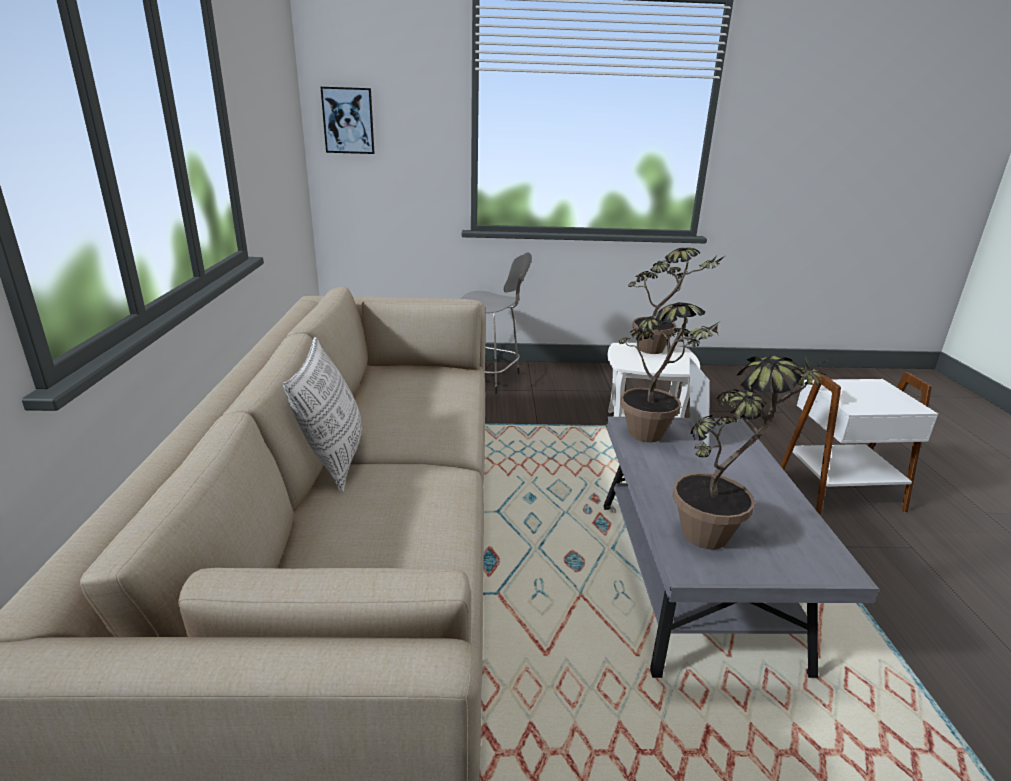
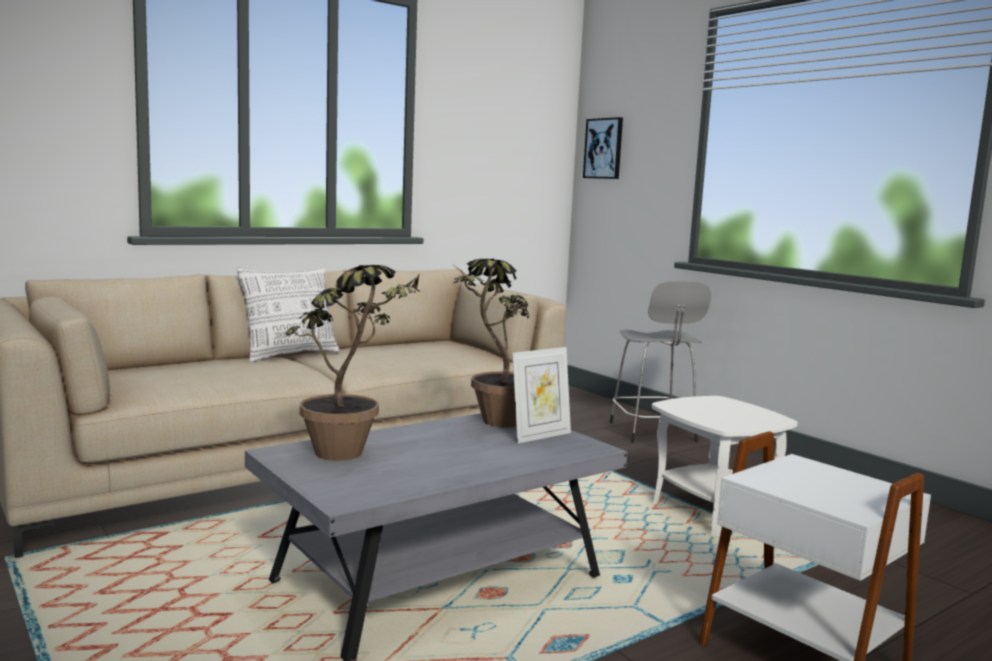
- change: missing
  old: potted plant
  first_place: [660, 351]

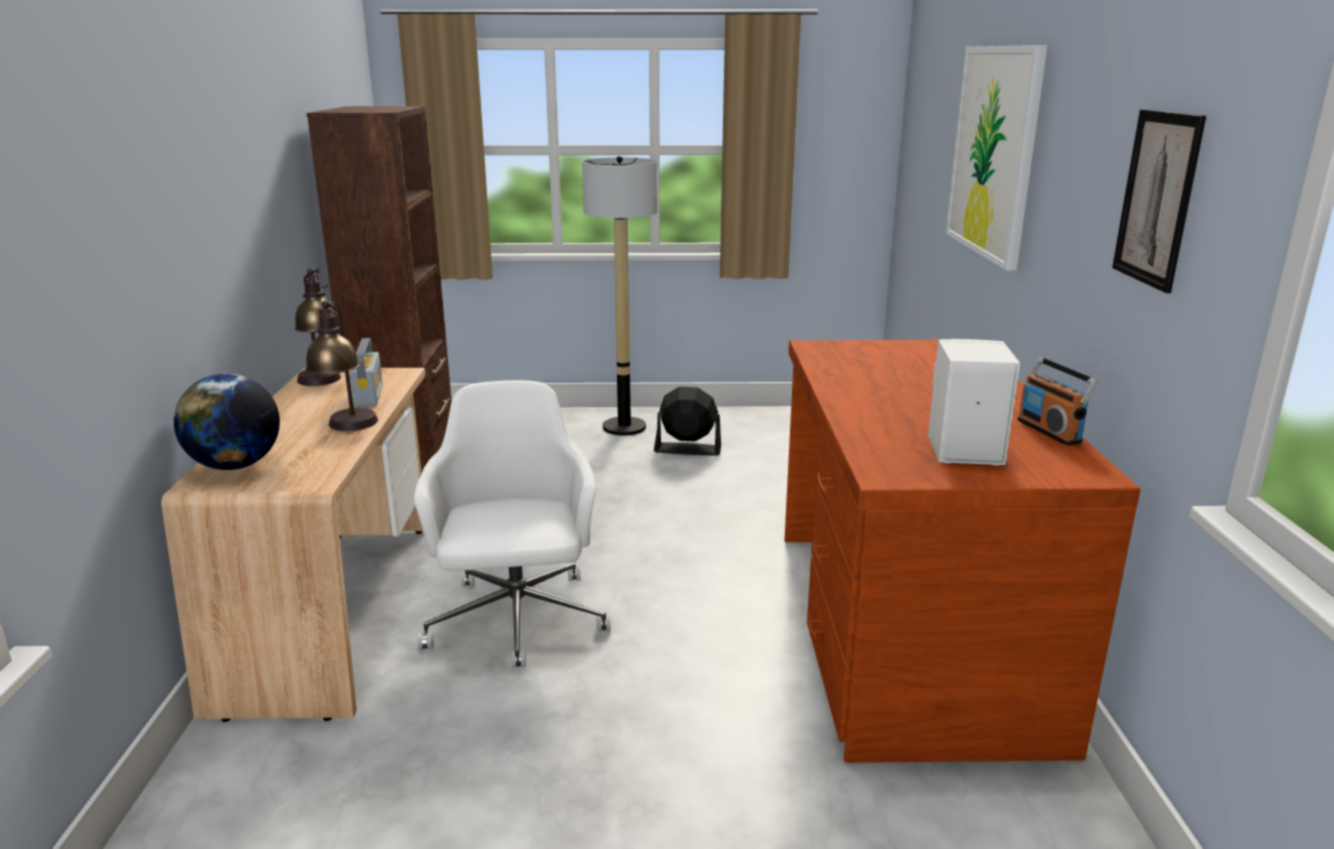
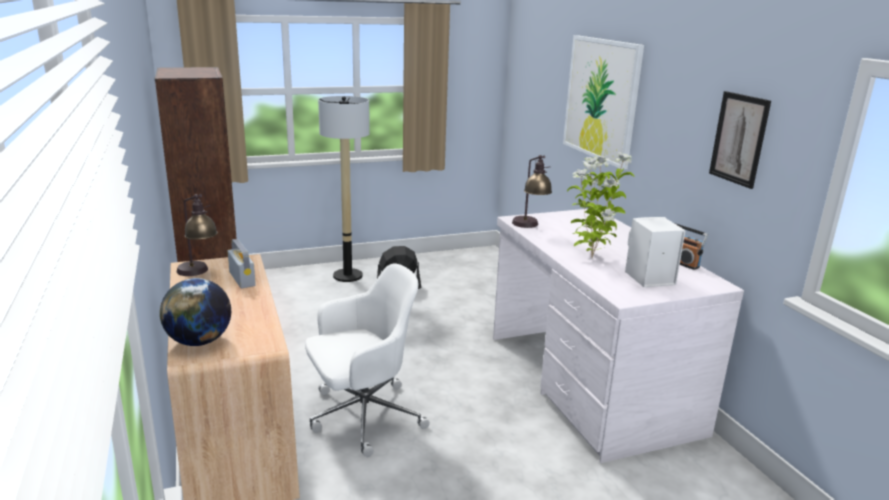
- change: relocated
  old: lamp for a table
  first_place: [348, 429]
  second_place: [530, 226]
- change: spun
  old: white desk chair
  first_place: [517, 621]
  second_place: [363, 416]
  degrees: 90
- change: colour
  old: brown-coloured desk table
  new: white desk table
  first_place: [904, 631]
  second_place: [588, 383]
- change: appeared
  new: potted plant
  second_place: [591, 257]

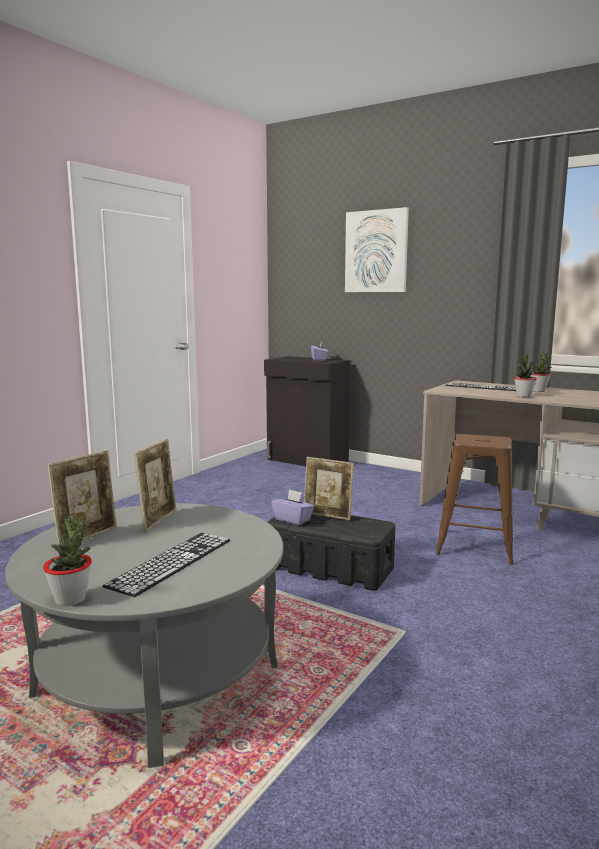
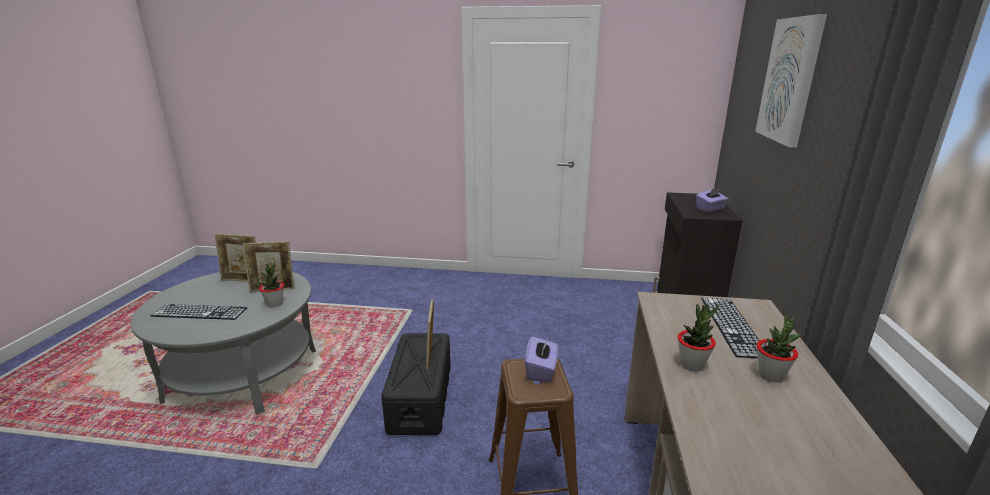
- change: relocated
  old: potted plant
  first_place: [71, 599]
  second_place: [275, 304]
- change: relocated
  old: purple box of tissues
  first_place: [292, 519]
  second_place: [541, 370]

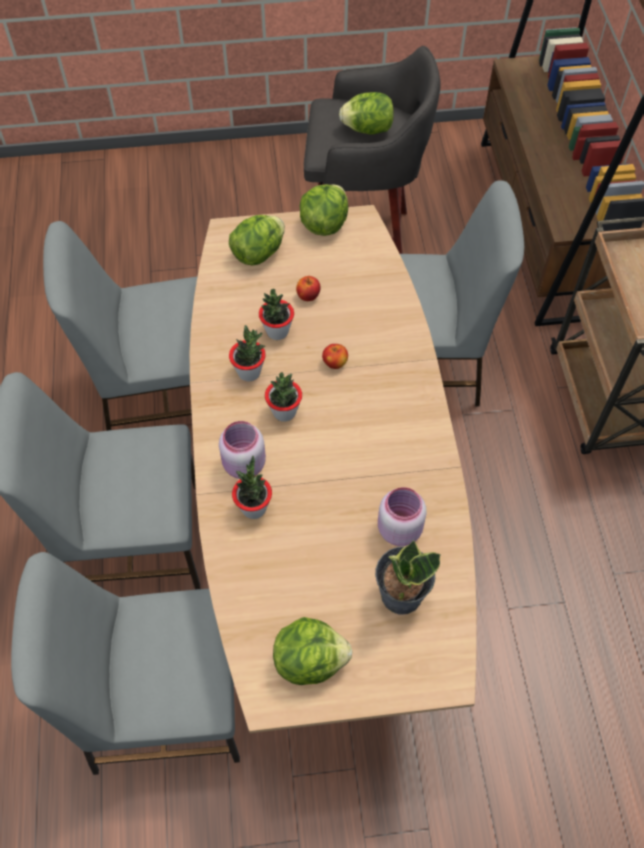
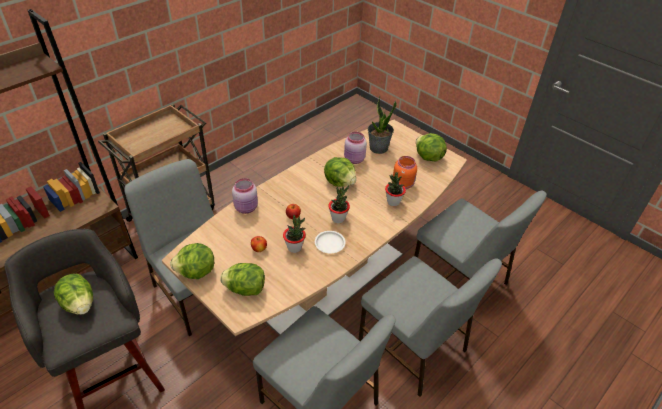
- change: relocated
  old: pink-coloured preserve jar
  first_place: [243, 465]
  second_place: [247, 208]
- change: exchanged
  old: potted plant
  new: white flat dish
  first_place: [249, 372]
  second_place: [329, 243]
- change: appeared
  new: lettuce
  second_place: [340, 182]
- change: appeared
  new: orange-coloured preserve jar
  second_place: [403, 184]

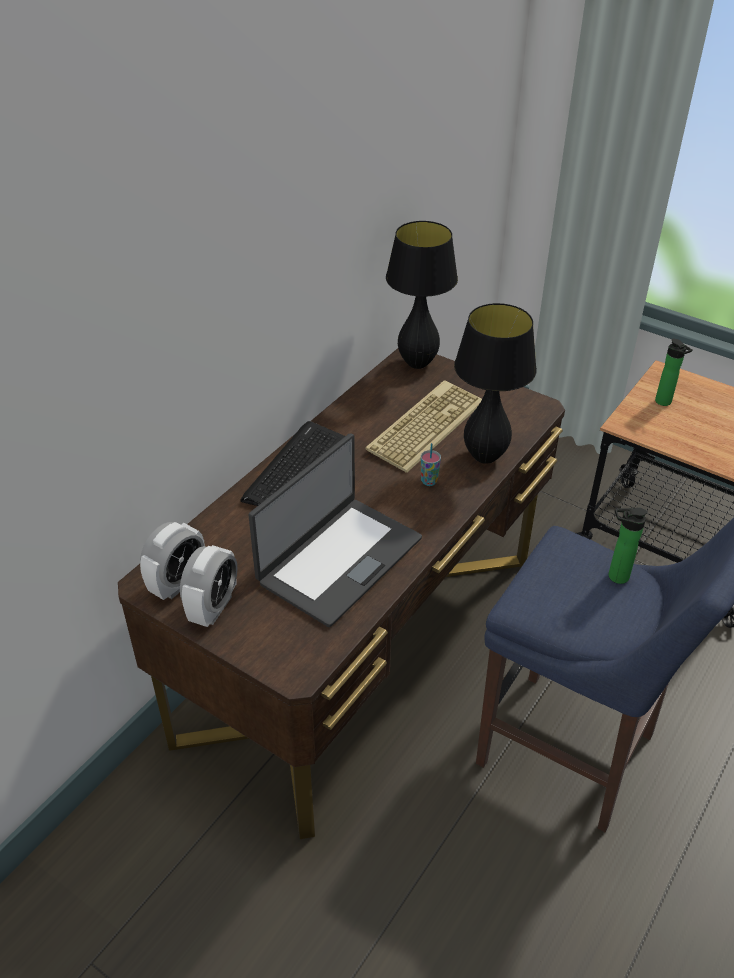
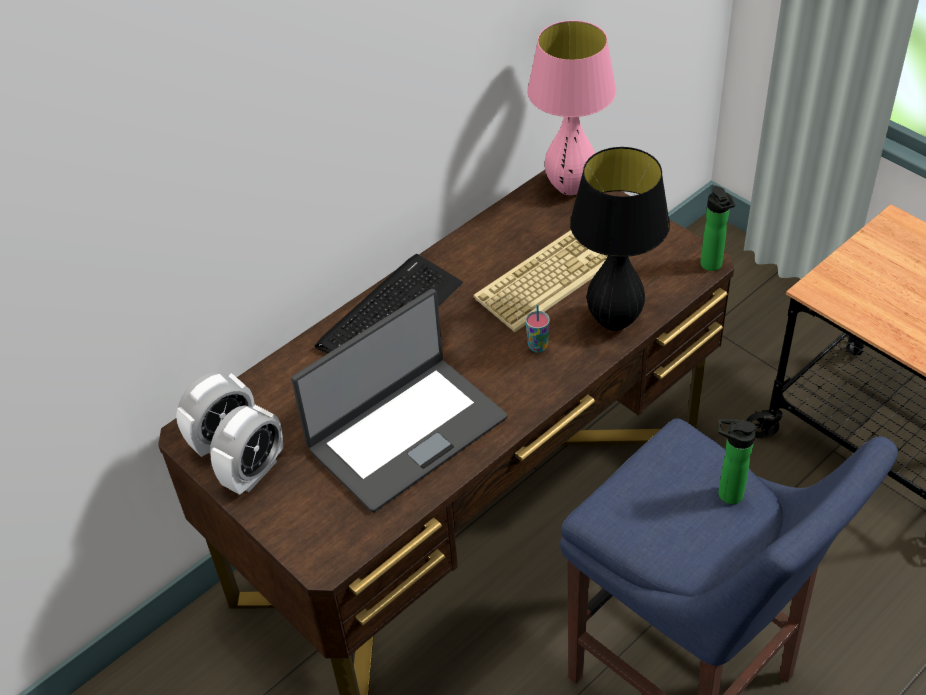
- change: colour
  old: blackish lamp for a table
  new: pink-coloured lamp for a table
  first_place: [417, 363]
  second_place: [570, 187]
- change: relocated
  old: drink bottle
  first_place: [665, 402]
  second_place: [712, 266]

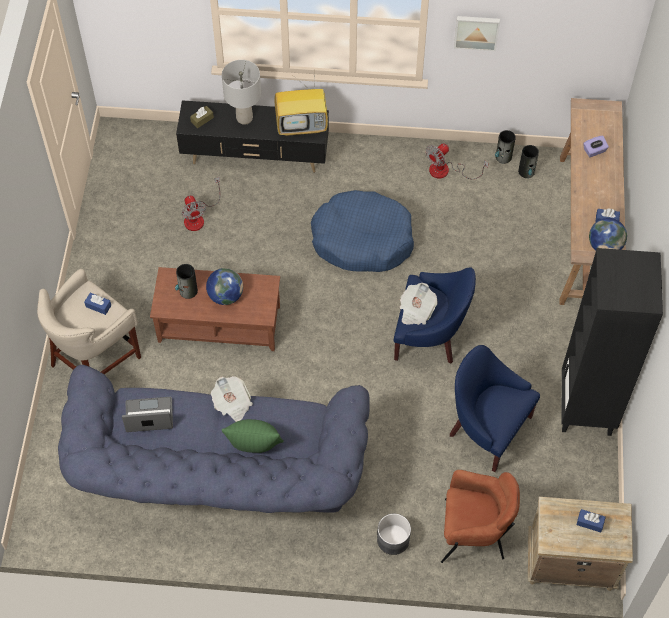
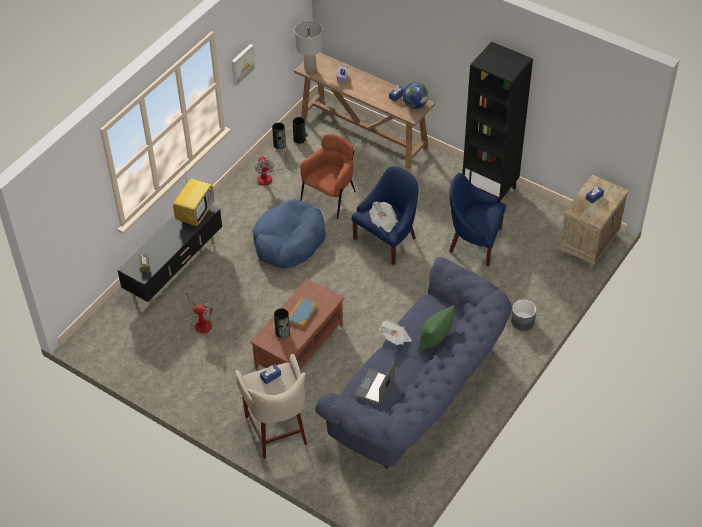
- change: exchanged
  old: world globe
  new: book
  first_place: [225, 296]
  second_place: [302, 313]
- change: relocated
  old: gray lamp for a table
  first_place: [244, 118]
  second_place: [310, 68]
- change: relocated
  old: brown-coloured lounge chair
  first_place: [473, 533]
  second_place: [330, 197]
- change: spun
  old: blue-coloured lounge chair
  first_place: [487, 428]
  second_place: [474, 241]
  degrees: 45

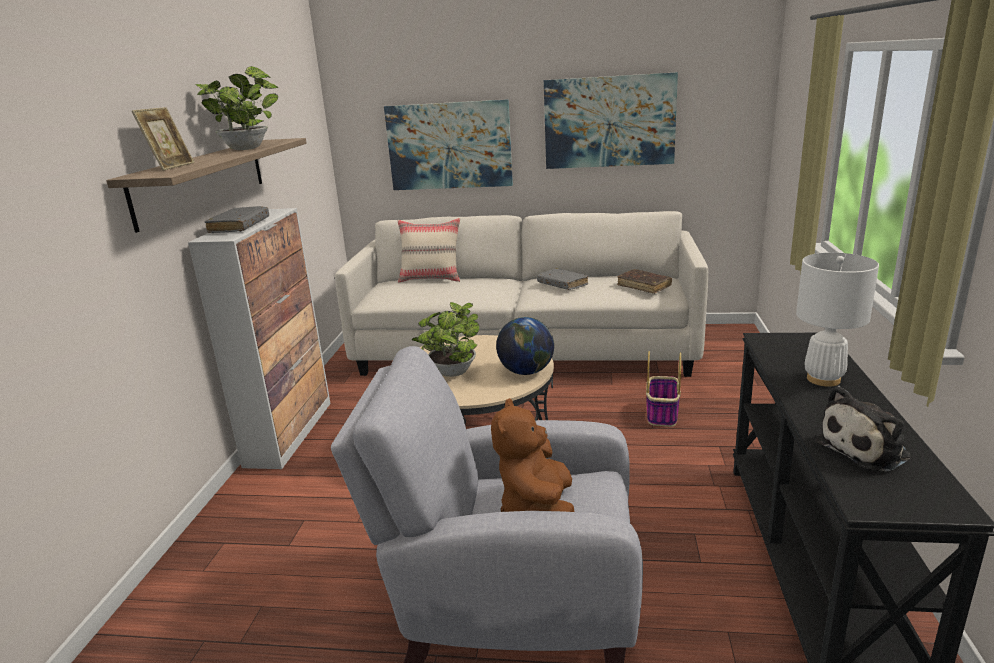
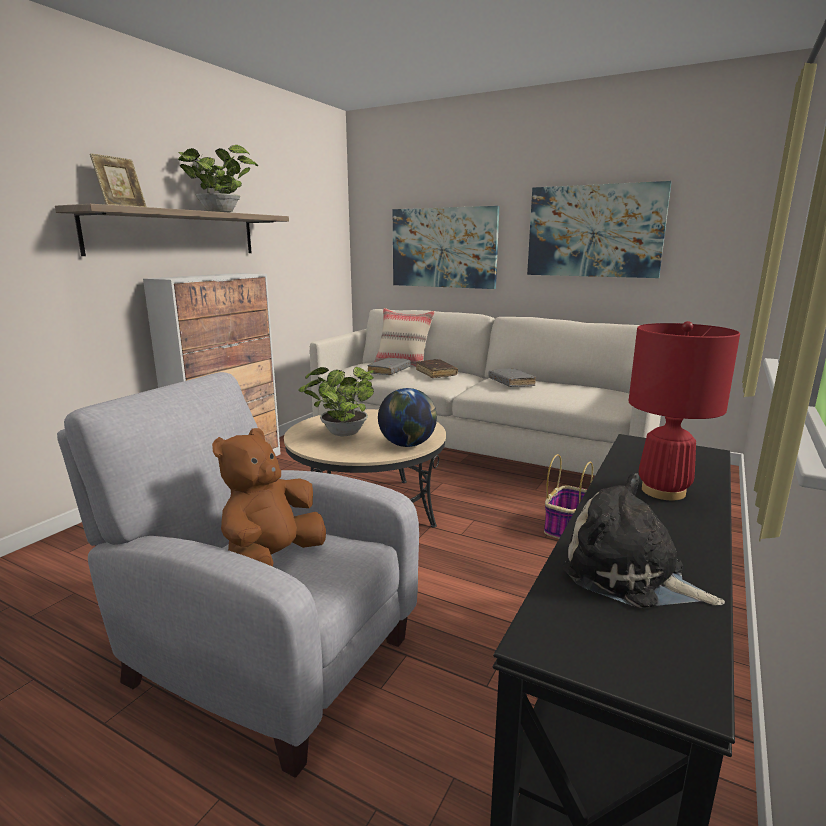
- change: relocated
  old: gray book
  first_place: [239, 226]
  second_place: [389, 371]
- change: relocated
  old: brown-coloured book
  first_place: [644, 286]
  second_place: [436, 373]
- change: colour
  old: white lamp for a table
  new: red-coloured lamp for a table
  first_place: [823, 379]
  second_place: [663, 491]
- change: spun
  old: soft toy
  first_place: [866, 449]
  second_place: [630, 575]
  degrees: 45

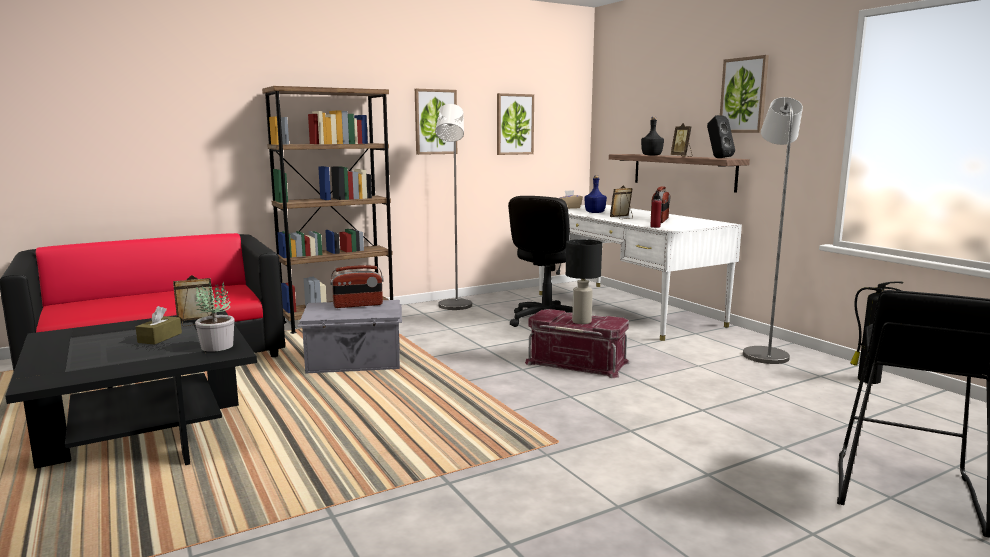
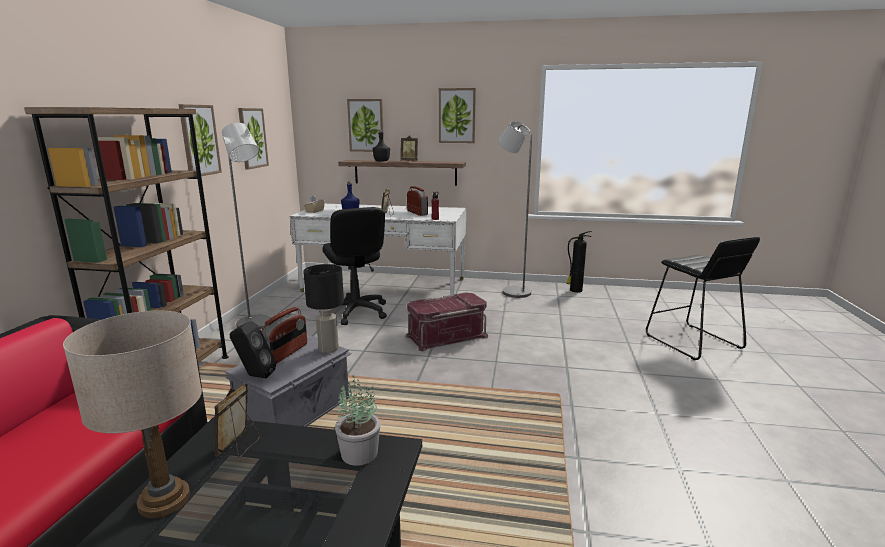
- change: missing
  old: brown-coloured box of tissues
  first_place: [160, 338]
- change: relocated
  old: blackish lamp for a table
  first_place: [581, 322]
  second_place: [328, 349]
- change: relocated
  old: blackish speaker
  first_place: [717, 158]
  second_place: [254, 376]
- change: appeared
  new: beige lamp for a table
  second_place: [164, 500]
- change: appeared
  new: wall picture
  second_place: [366, 125]

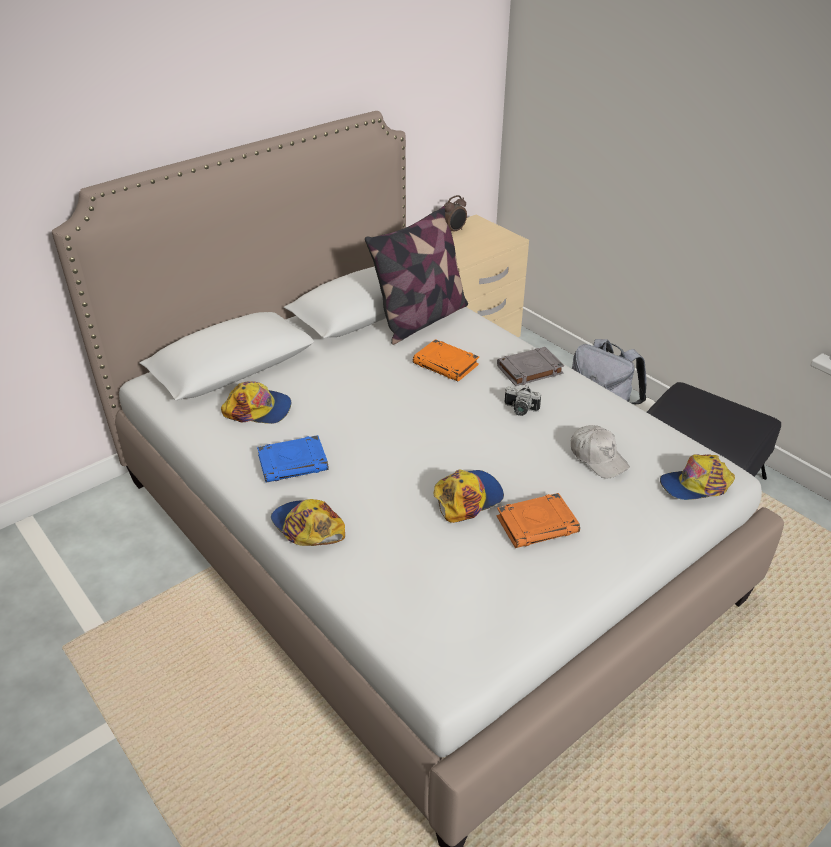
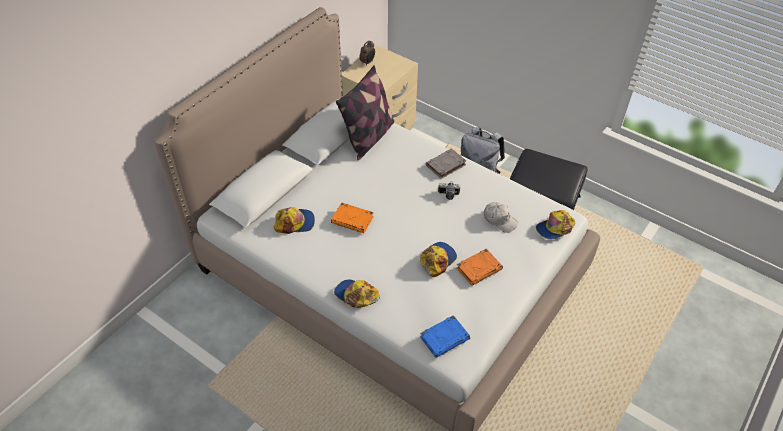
- change: relocated
  old: blue-coloured book
  first_place: [294, 463]
  second_place: [445, 338]
- change: relocated
  old: orange-coloured book
  first_place: [446, 364]
  second_place: [353, 220]

